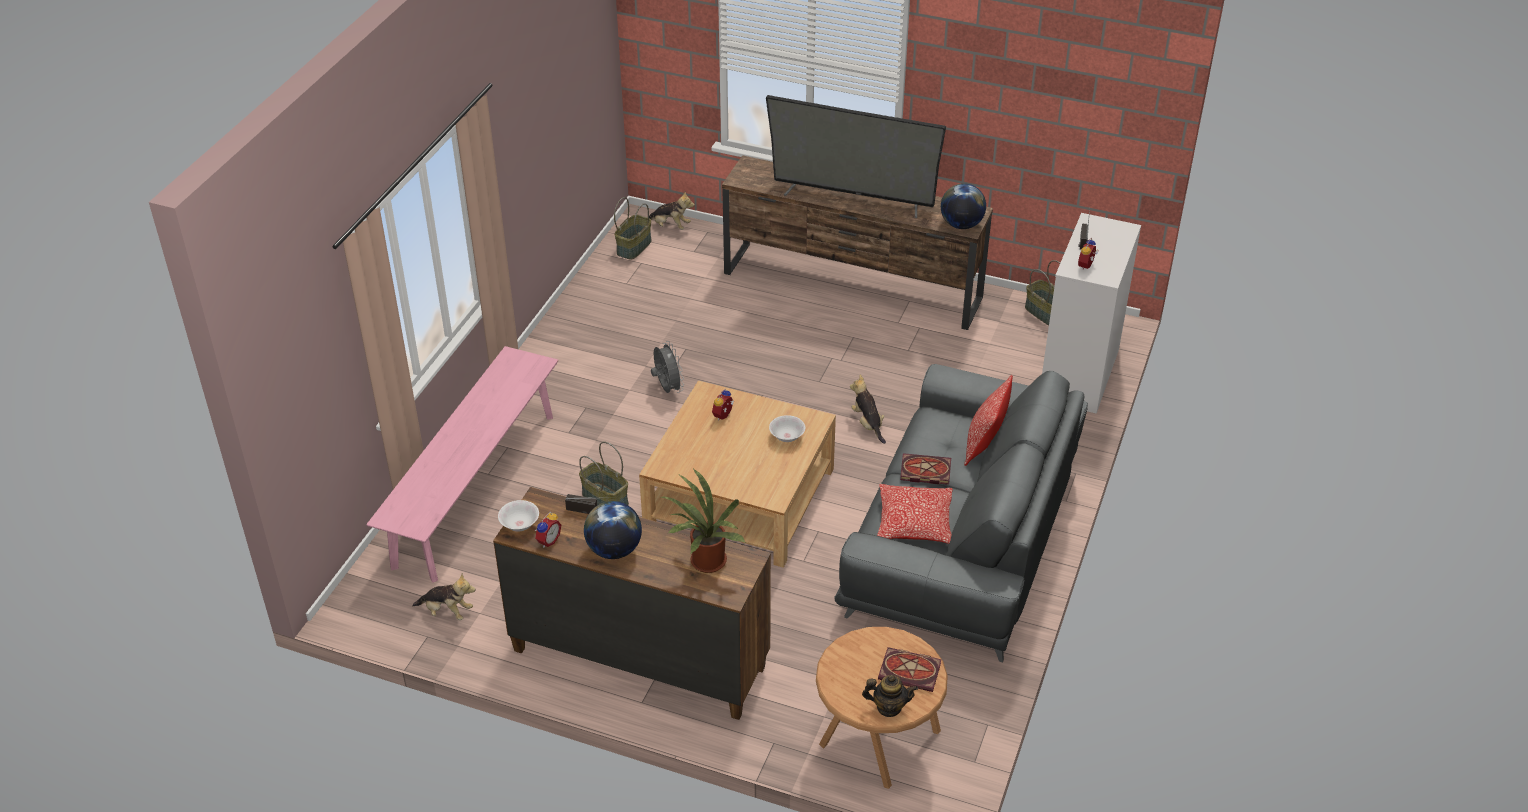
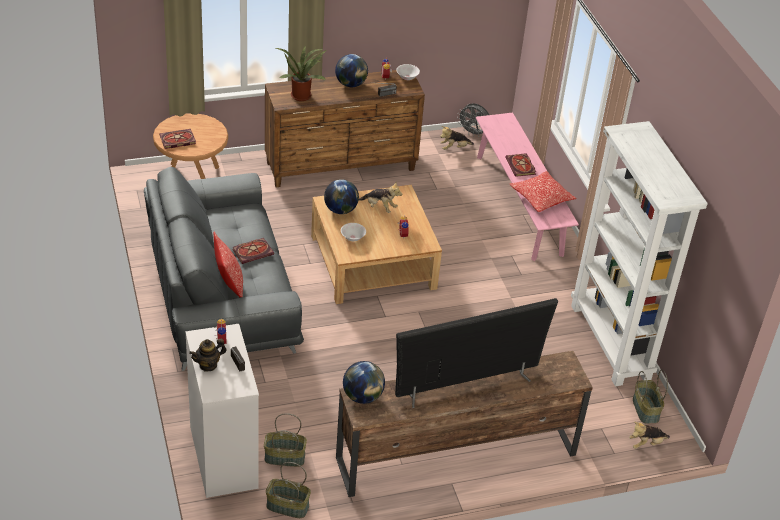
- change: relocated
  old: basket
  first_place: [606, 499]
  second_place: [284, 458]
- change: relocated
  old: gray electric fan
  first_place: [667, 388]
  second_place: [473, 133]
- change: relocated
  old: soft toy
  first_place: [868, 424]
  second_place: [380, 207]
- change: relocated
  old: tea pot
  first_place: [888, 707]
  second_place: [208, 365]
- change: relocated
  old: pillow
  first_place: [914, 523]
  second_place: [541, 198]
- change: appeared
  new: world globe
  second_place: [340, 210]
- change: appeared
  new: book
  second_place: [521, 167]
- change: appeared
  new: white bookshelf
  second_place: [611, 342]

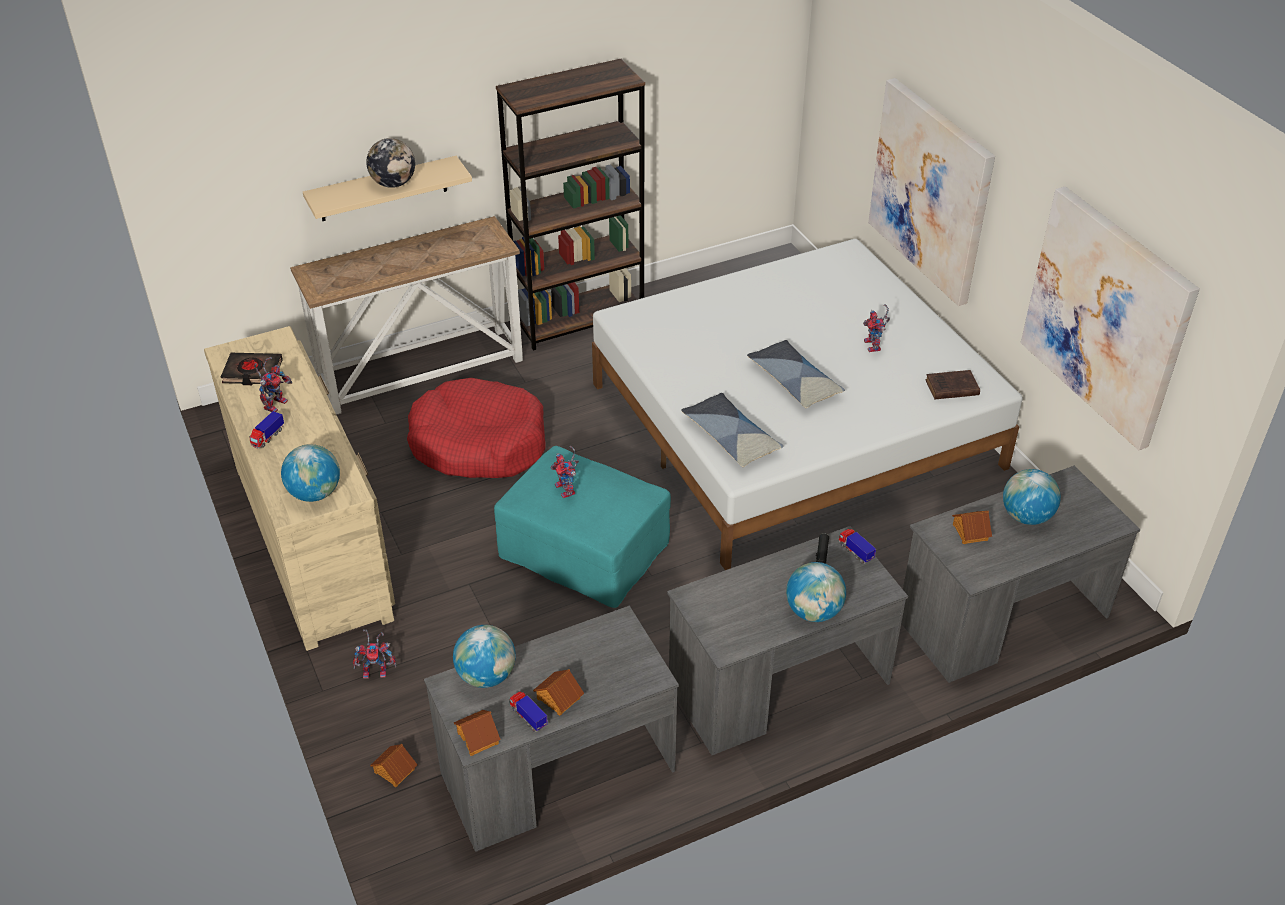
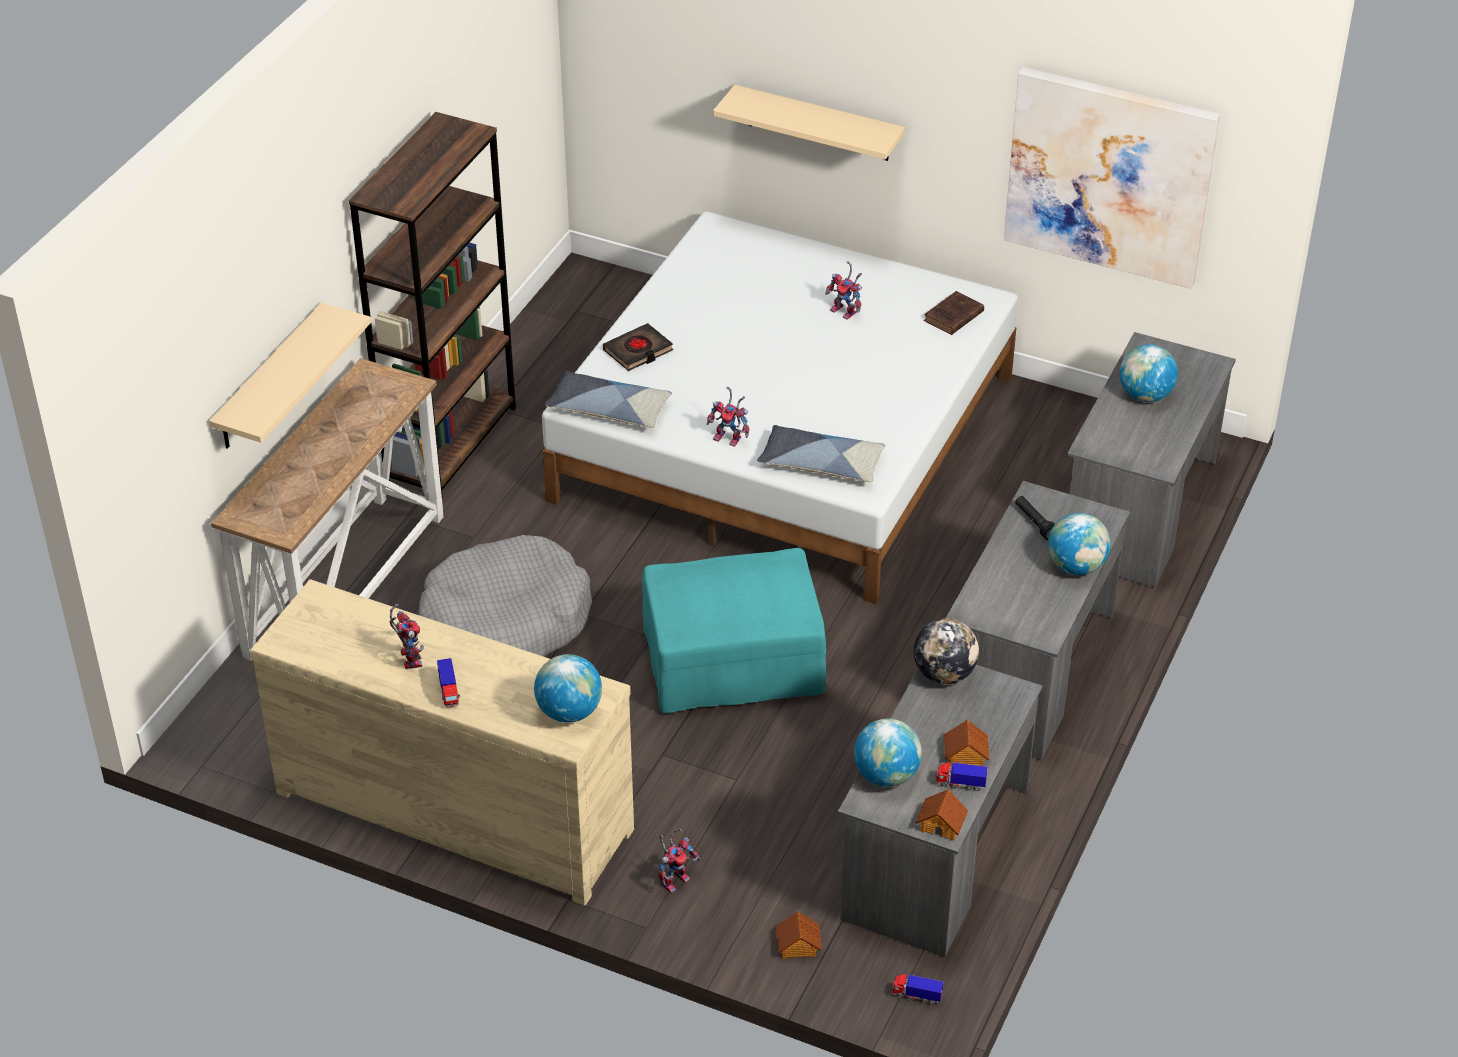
- change: relocated
  old: blackish book
  first_place: [252, 372]
  second_place: [638, 351]
- change: relocated
  old: world globe
  first_place: [393, 183]
  second_place: [944, 674]
- change: colour
  old: red-coloured dog bed
  new: gray dog bed
  first_place: [479, 443]
  second_place: [504, 623]
- change: relocated
  old: toy robot
  first_place: [567, 490]
  second_place: [730, 438]
- change: relocated
  old: pillow
  first_place: [794, 381]
  second_place: [609, 409]
- change: relocated
  old: model truck
  first_place: [855, 552]
  second_place: [916, 996]
- change: exchanged
  old: wall picture
  new: beige bracket shelf
  first_place: [931, 190]
  second_place: [818, 124]
- change: missing
  old: toy house
  first_place: [969, 532]

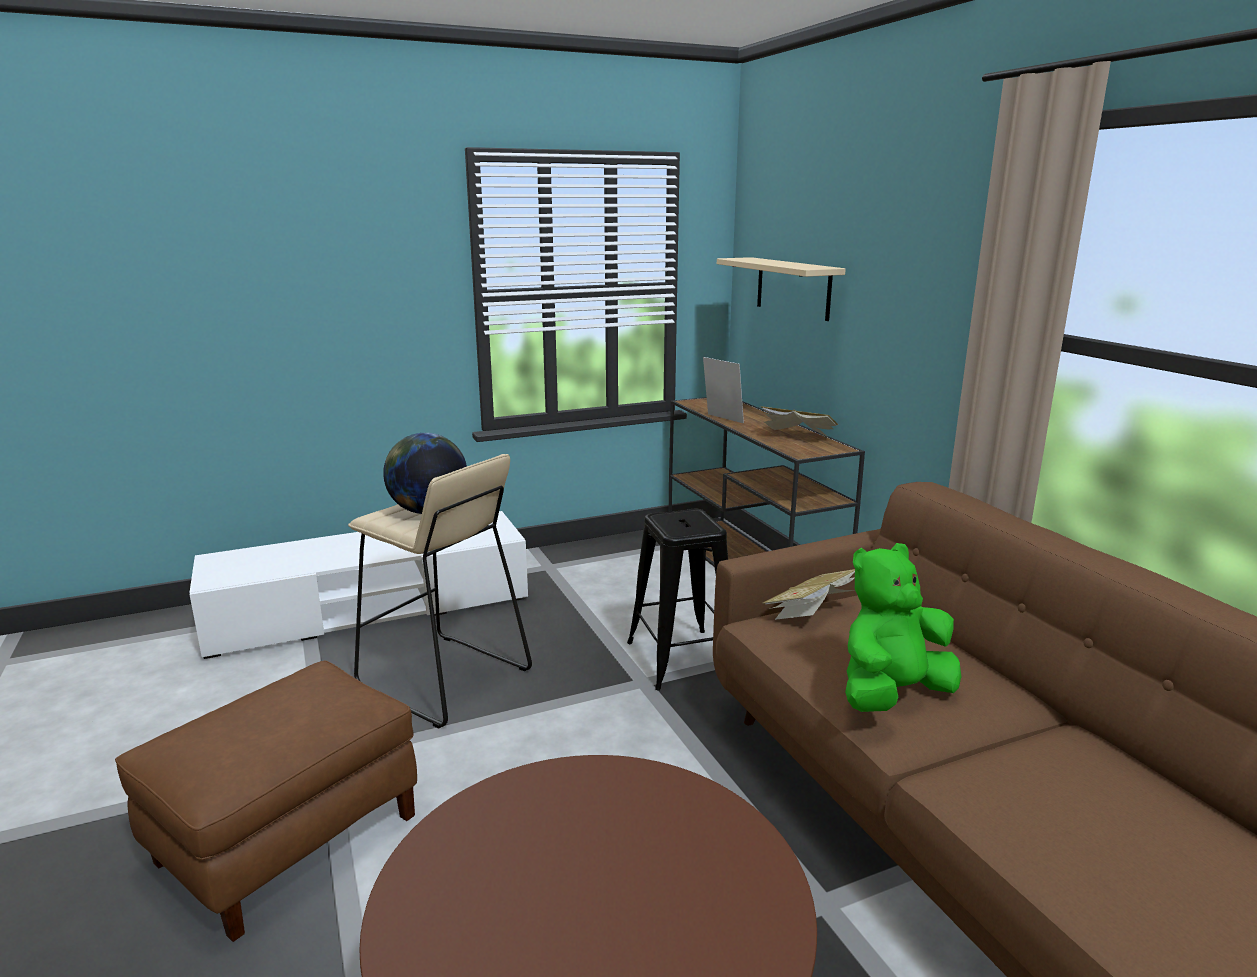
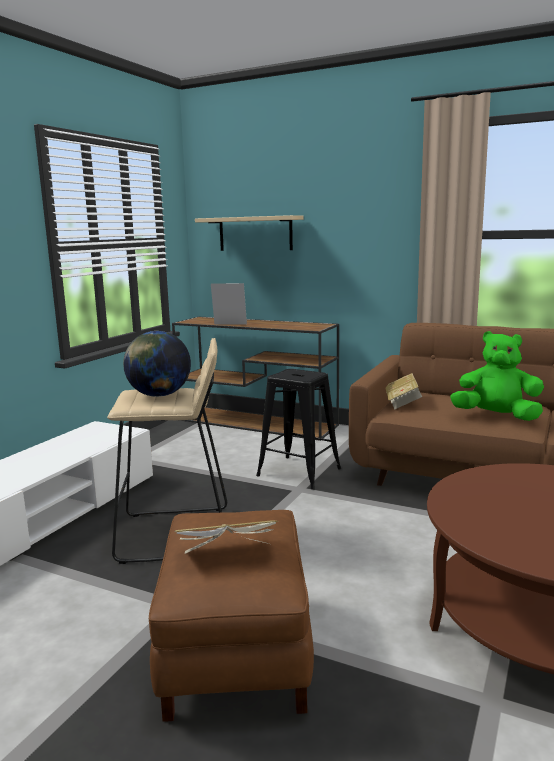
- change: relocated
  old: book
  first_place: [797, 436]
  second_place: [227, 555]
- change: spun
  old: green-coloured soft toy
  first_place: [891, 695]
  second_place: [496, 416]
  degrees: 90

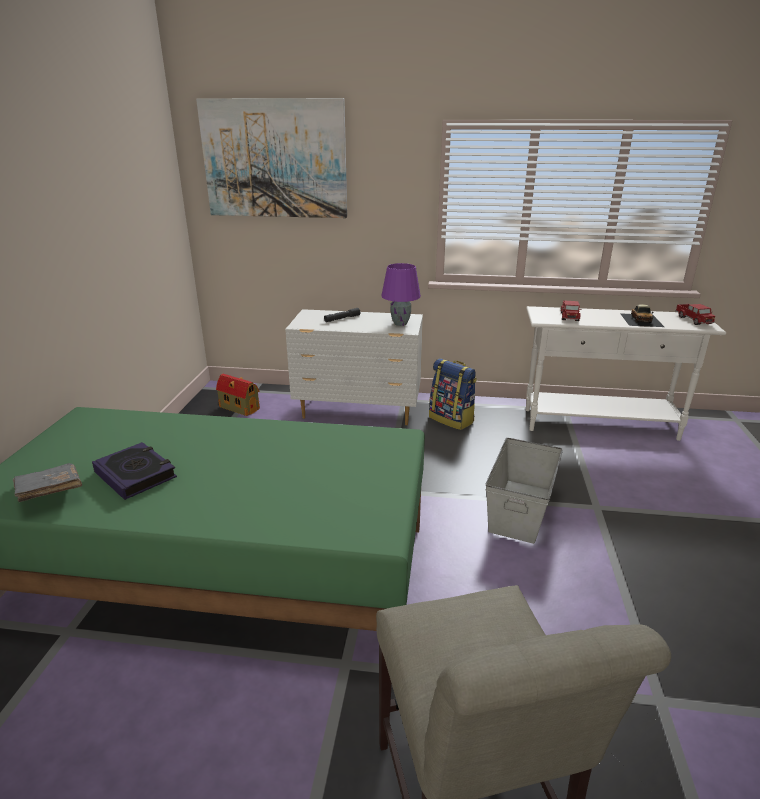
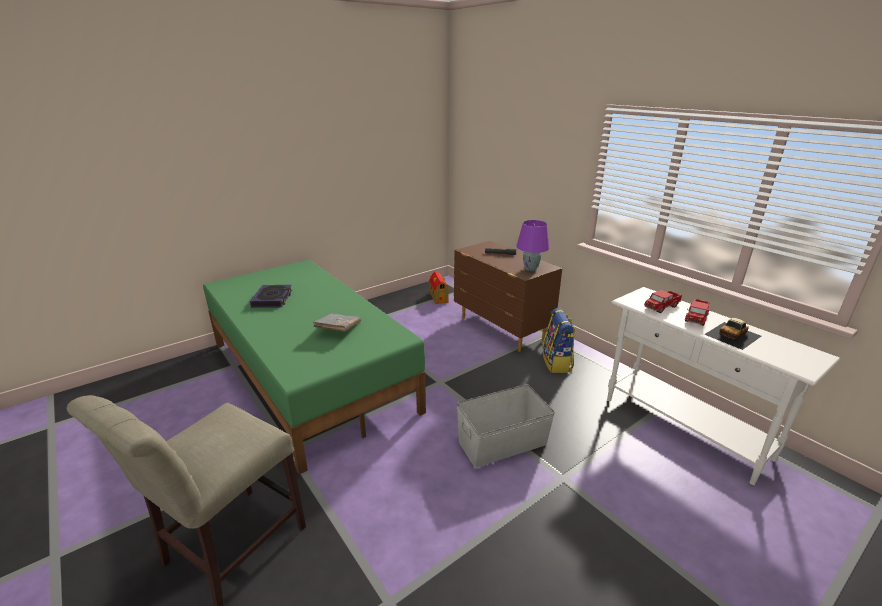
- change: relocated
  old: gray book
  first_place: [50, 493]
  second_place: [338, 329]
- change: missing
  old: wall picture
  first_place: [274, 159]
- change: colour
  old: white dresser
  new: brown-coloured dresser
  first_place: [359, 412]
  second_place: [501, 329]
- change: relocated
  old: model truck
  first_place: [693, 320]
  second_place: [696, 317]

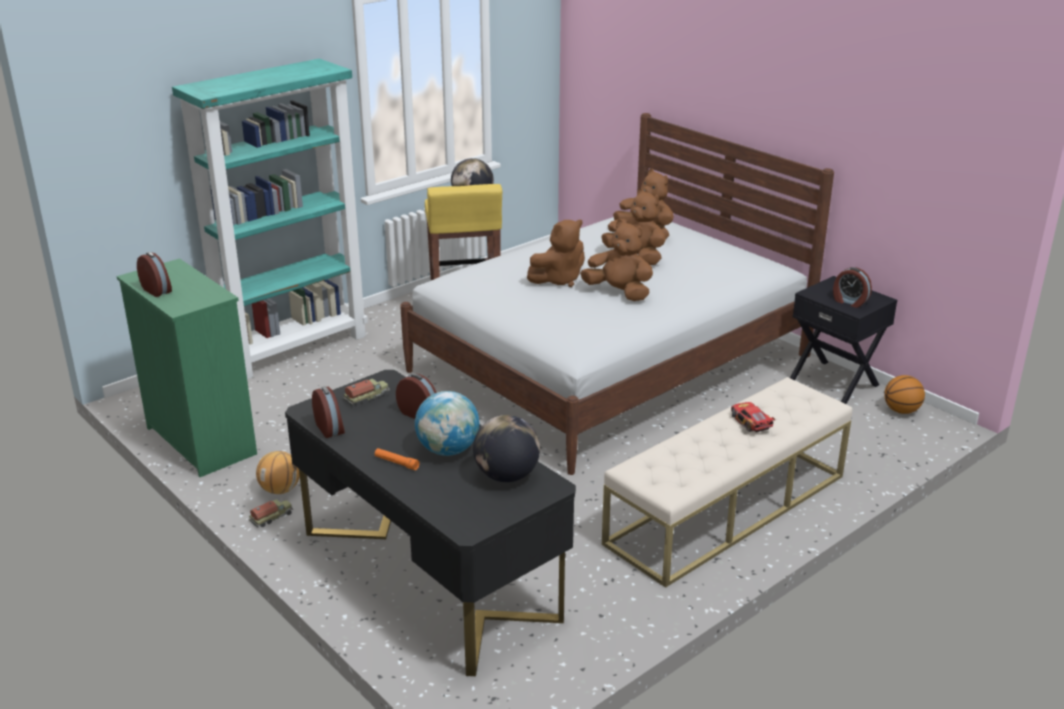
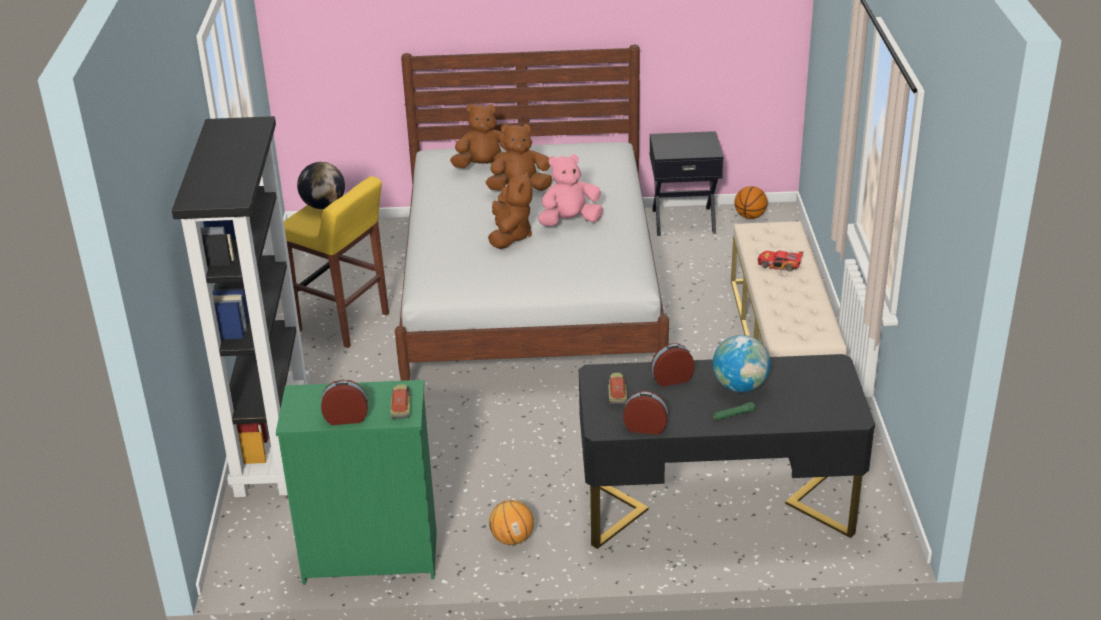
- change: colour
  old: blue-green bookshelf
  new: blackish bookshelf
  first_place: [294, 348]
  second_place: [272, 442]
- change: relocated
  old: model truck
  first_place: [272, 518]
  second_place: [401, 406]
- change: colour
  old: orange-coloured torch
  new: green-coloured torch
  first_place: [396, 463]
  second_place: [733, 415]
- change: missing
  old: world globe
  first_place: [506, 476]
- change: colour
  old: brown-coloured soft toy
  new: pink-coloured soft toy
  first_place: [619, 293]
  second_place: [569, 221]
- change: missing
  old: alarm clock
  first_place: [849, 302]

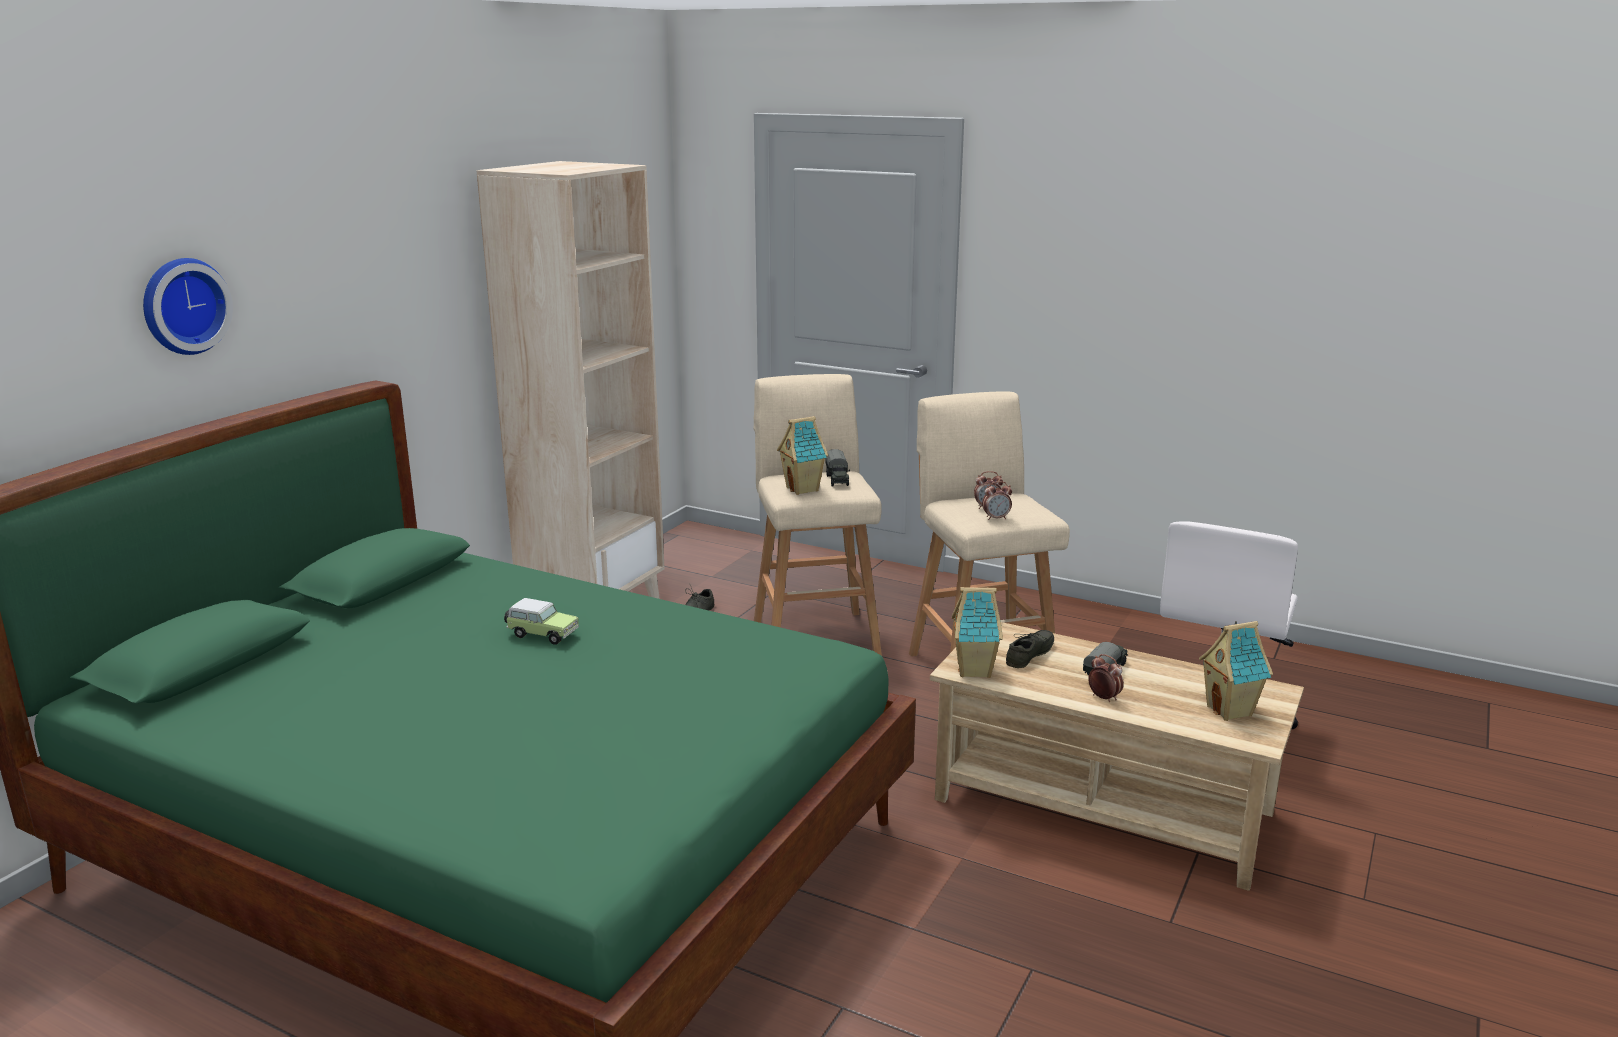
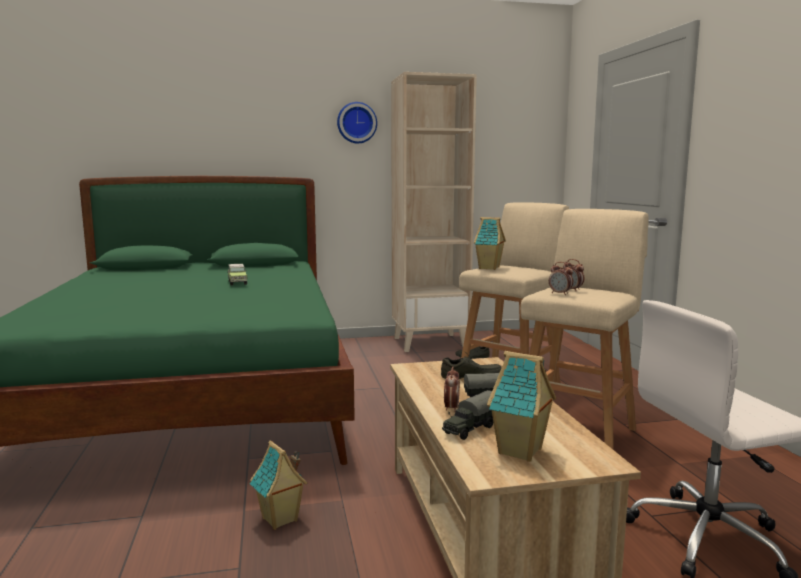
- change: relocated
  old: wall clock
  first_place: [182, 305]
  second_place: [356, 123]
- change: relocated
  old: model truck
  first_place: [837, 480]
  second_place: [470, 429]
- change: relocated
  old: toy house
  first_place: [975, 671]
  second_place: [280, 520]

